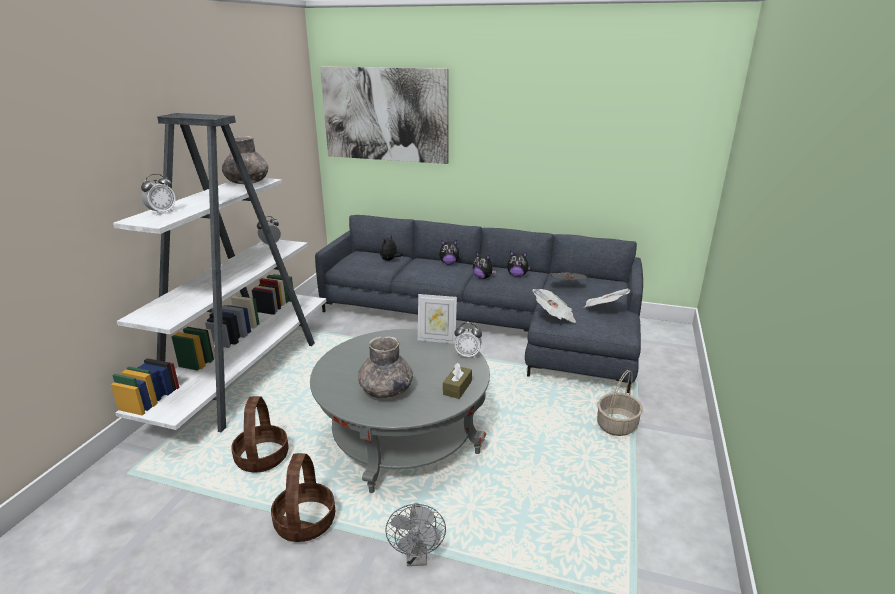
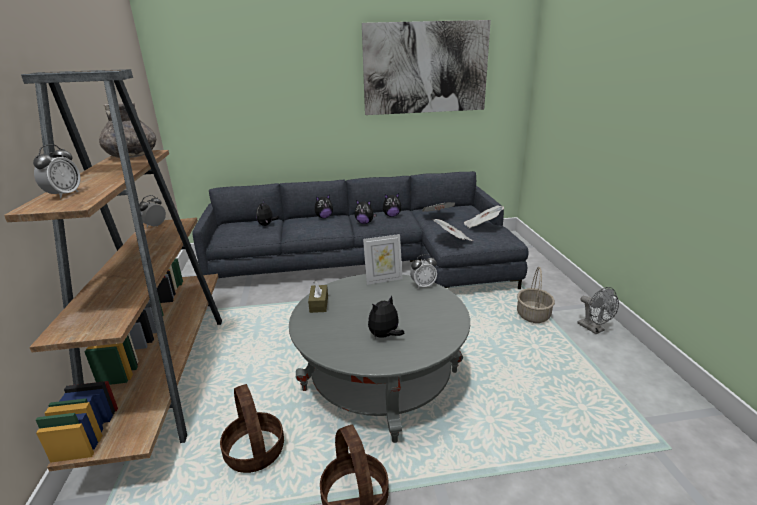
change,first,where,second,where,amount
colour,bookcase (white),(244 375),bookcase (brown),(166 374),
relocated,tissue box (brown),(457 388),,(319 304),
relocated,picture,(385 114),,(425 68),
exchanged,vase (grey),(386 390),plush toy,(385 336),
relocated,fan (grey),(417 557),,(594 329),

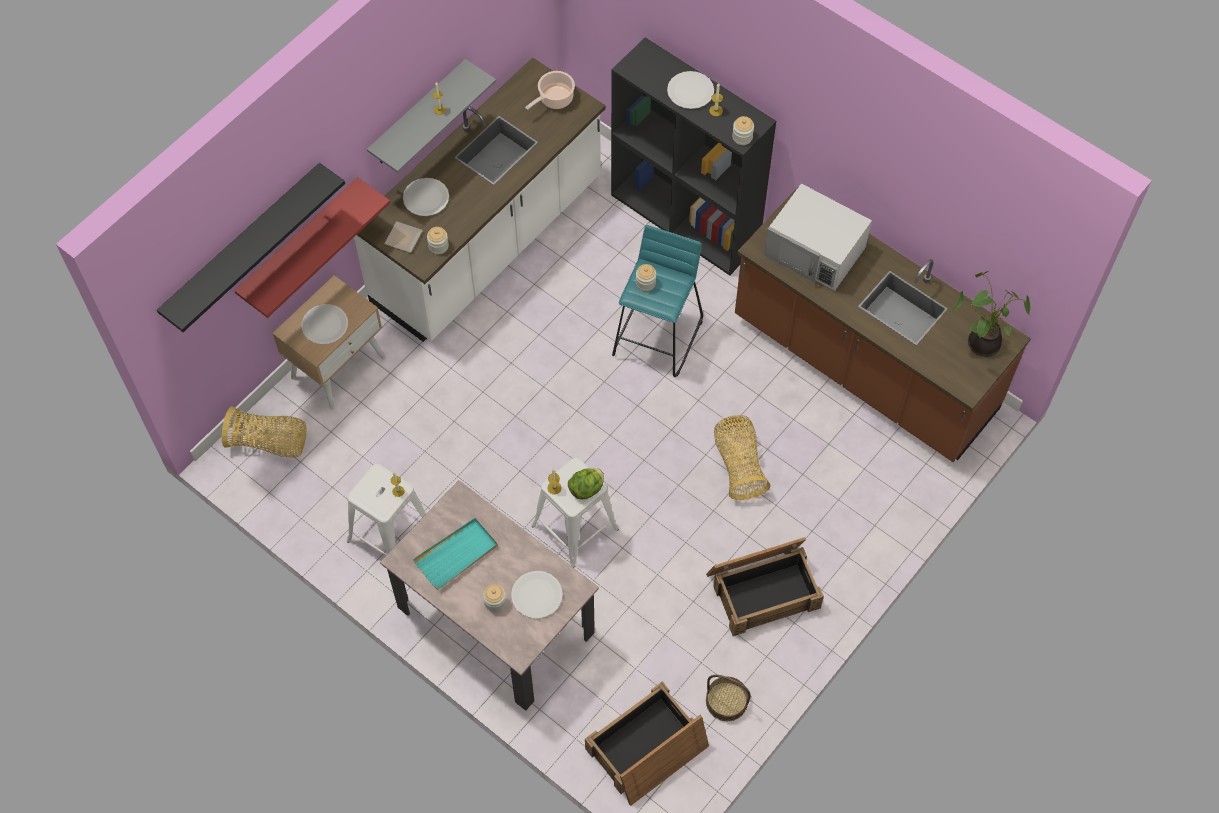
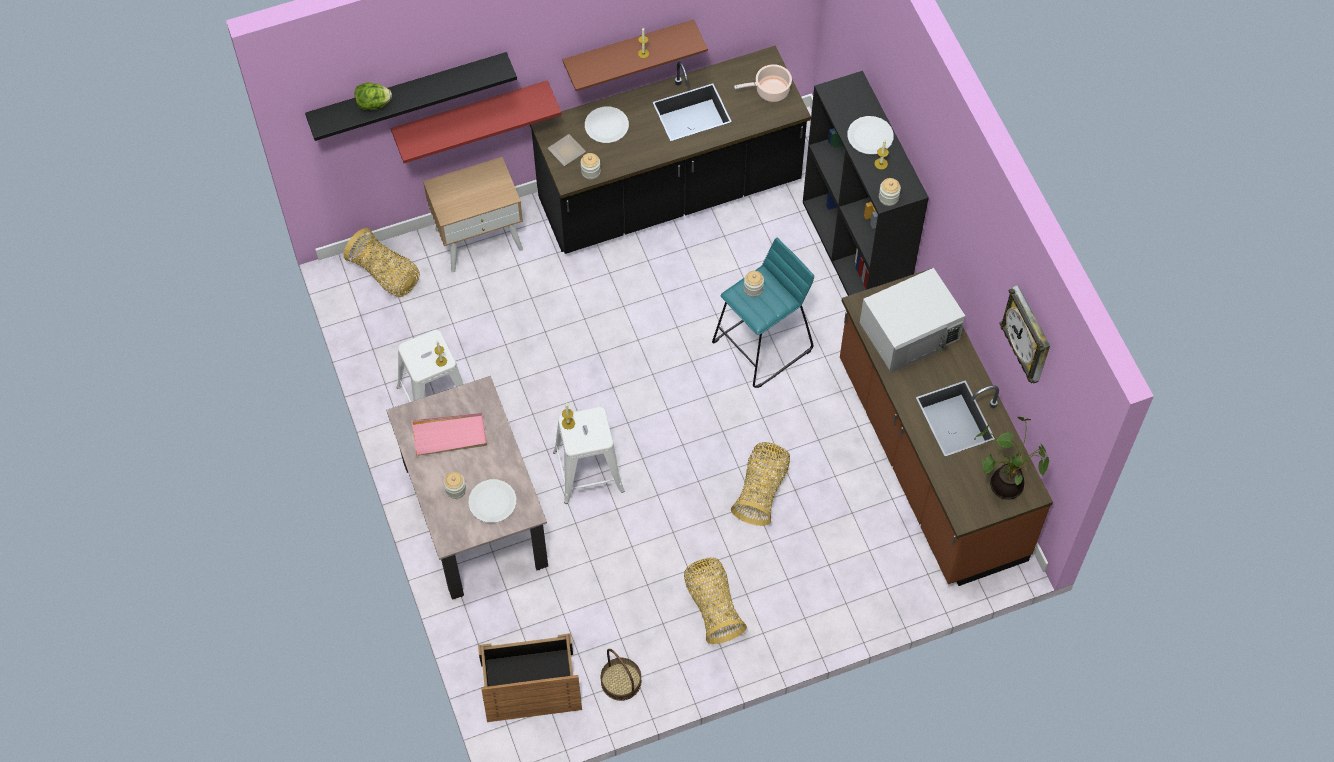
change,first,where,second,where,amount
relocated,lettuce,(587 489),,(374 104),
colour,tray (turquoise),(456 555),tray (pink),(449 435),
colour,counter (white),(488 242),counter (black),(670 193),
colour,shelf (grey),(418 114),shelf (brown),(628 50),
exchanged,crate,(763 589),basket,(713 606),
spun,microwave (white),(815 251),,(910 331),90 degrees counterclockwise
appeared,,,wall clock,(1028 336),
missing,plate (white),(325 325),,,

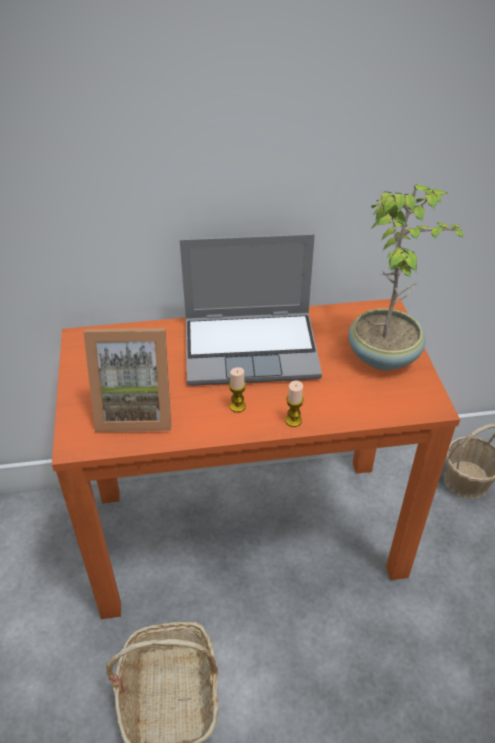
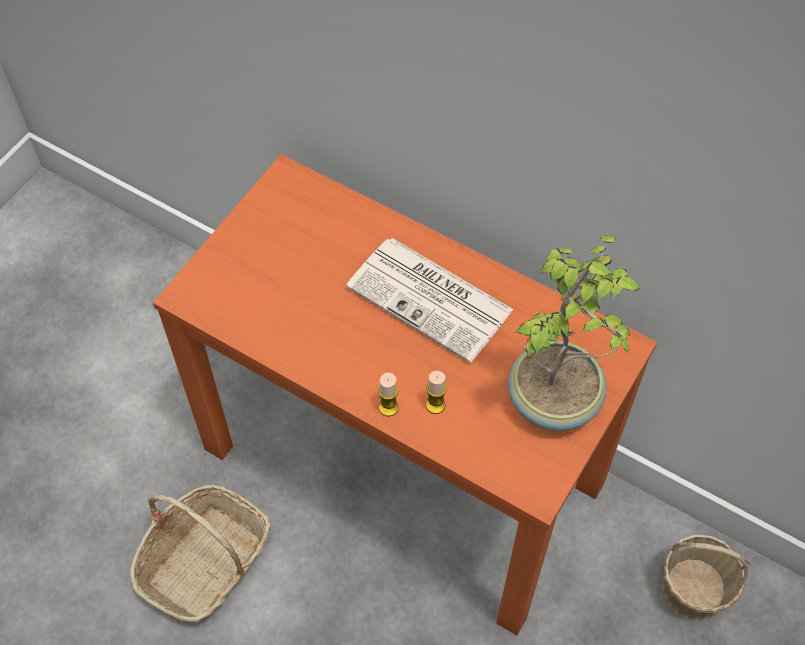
change,first,where,second,where,amount
exchanged,laptop,(252 348),newspaper,(432 299),
relocated,candle,(237 406),,(435 405),
missing,picture frame,(135 409),,,

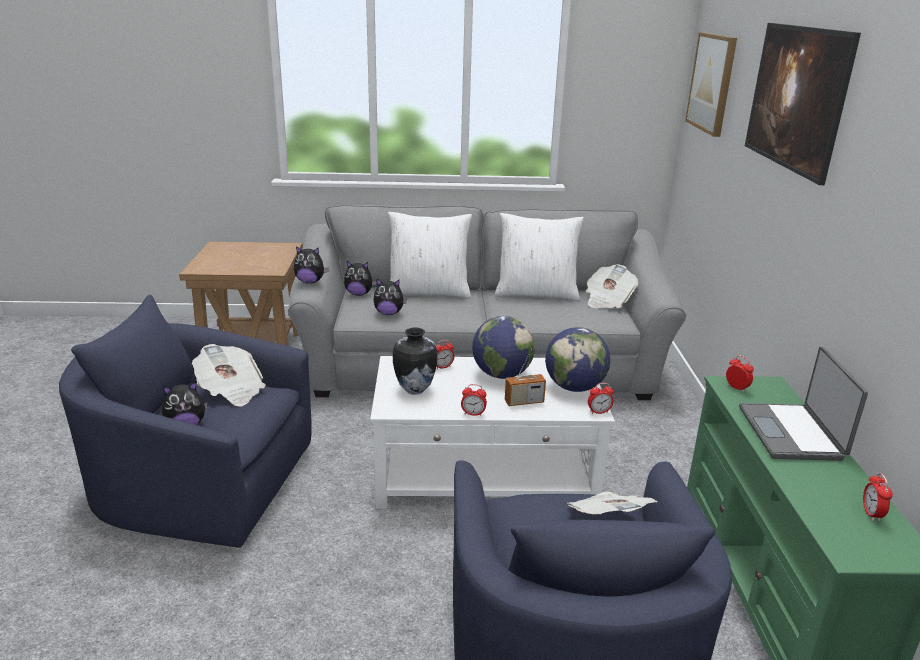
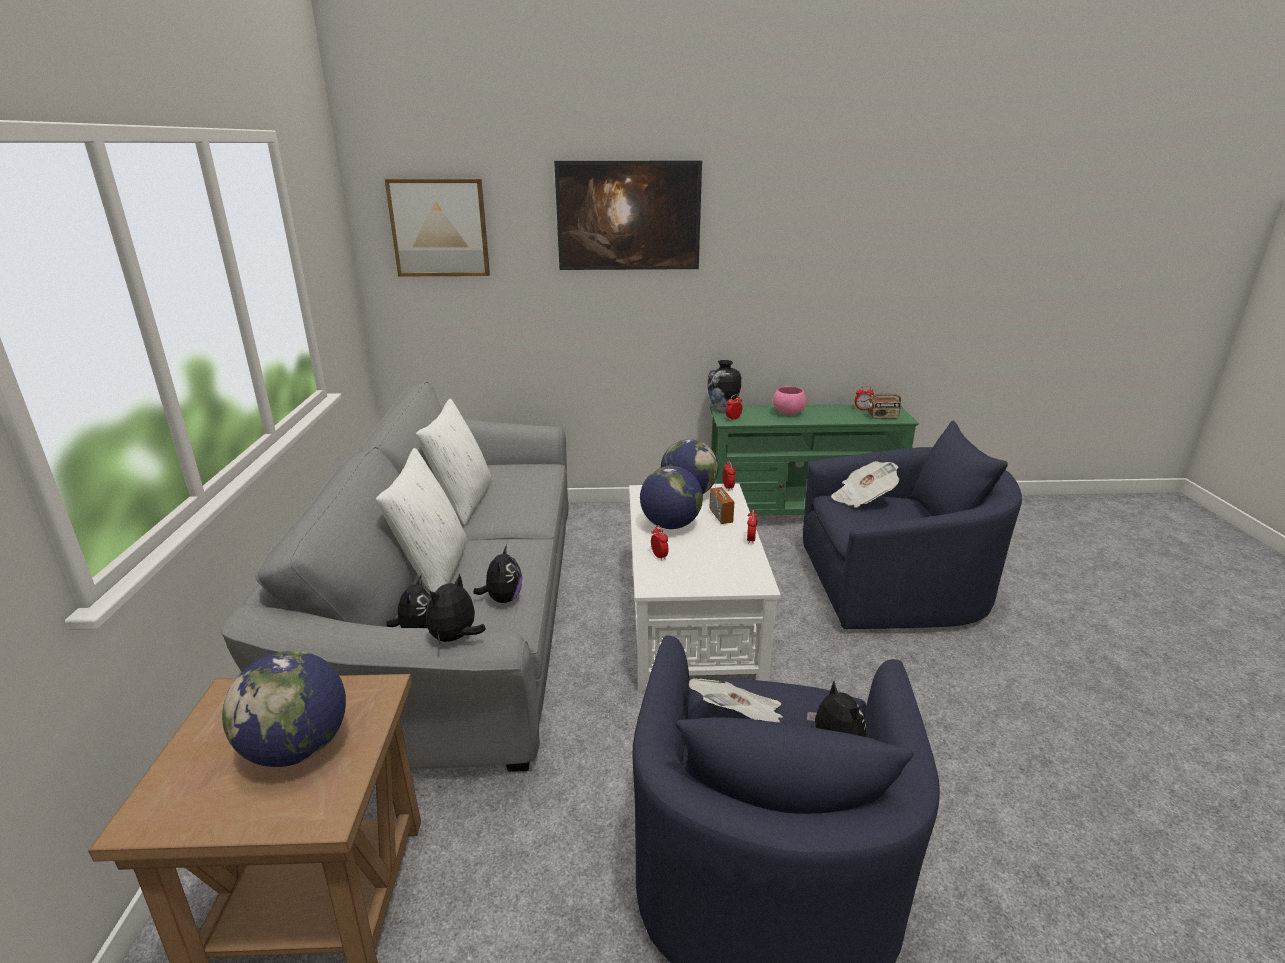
change,first,where,second,where,amount
appeared,,,globe,(297 748),
spun,plush toy,(310 282),,(455 638),150 degrees counterclockwise
relocated,vase,(414 389),,(722 409),
exchanged,laptop,(792 433),bowl (pink),(788 413),
appeared,,,radio,(883 417),
missing,newspaper,(607 300),,,

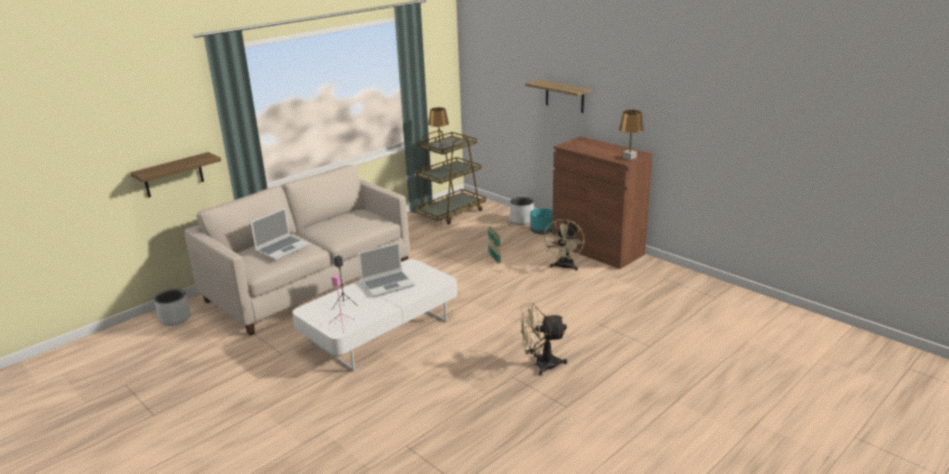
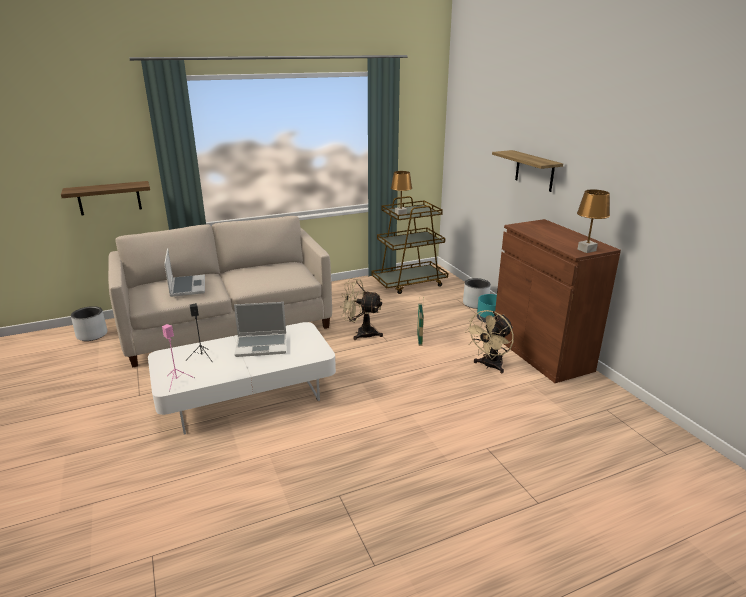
change,first,where,second,where,amount
spun,laptop,(282 248),,(187 286),75 degrees counterclockwise
relocated,fan (beige),(540 364),,(361 333),

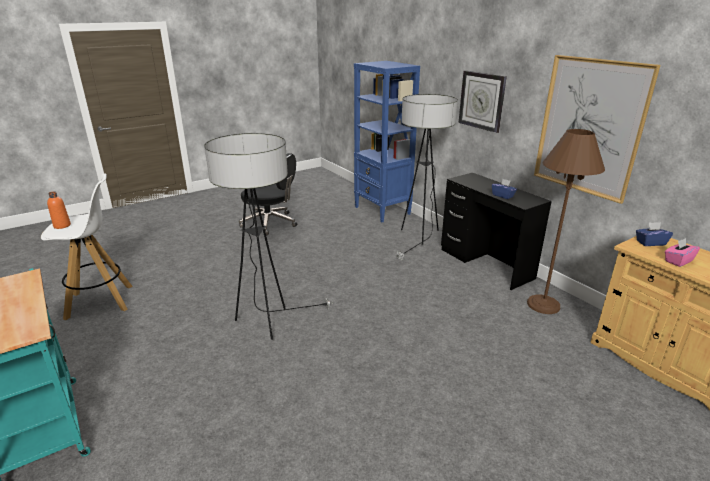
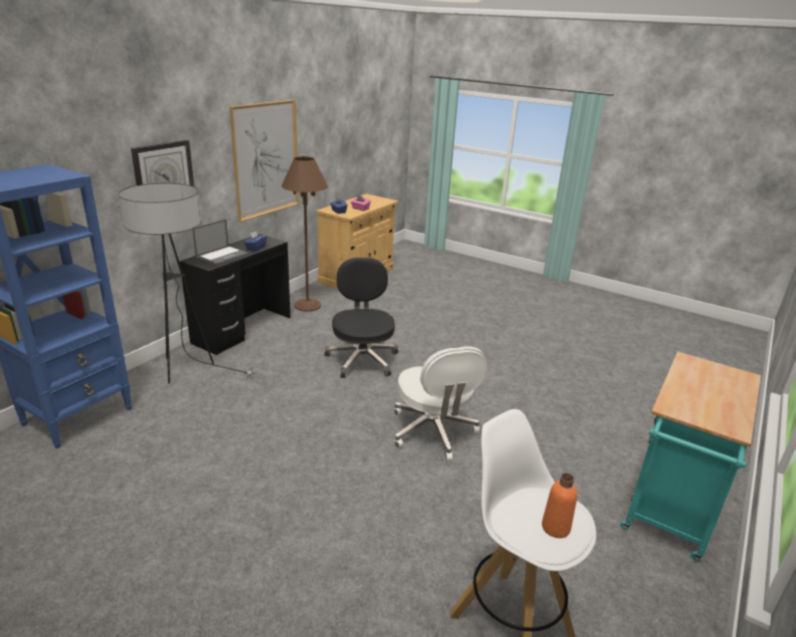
change,first,where,second,where,amount
appeared,,,laptop,(222 255),
relocated,office chair (black),(270 223),,(362 359),
exchanged,floor lamp,(267 325),office chair (white),(433 432),

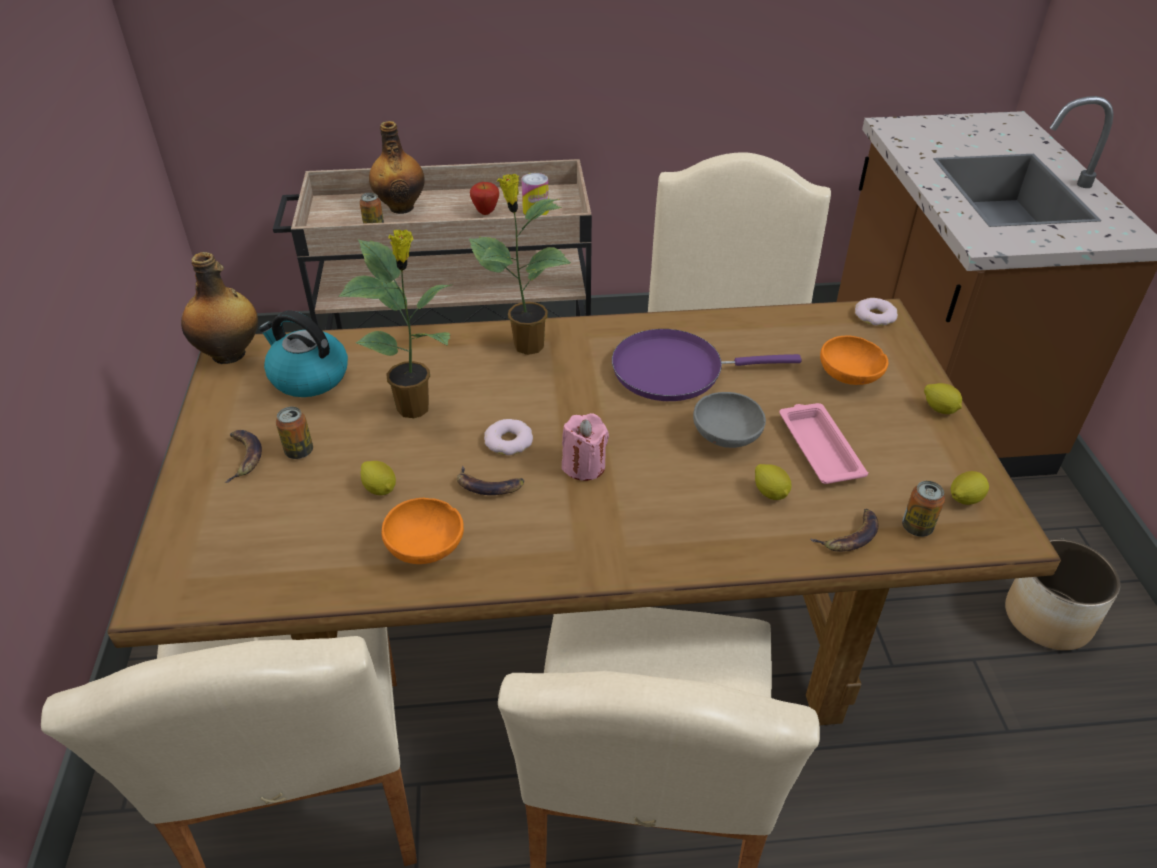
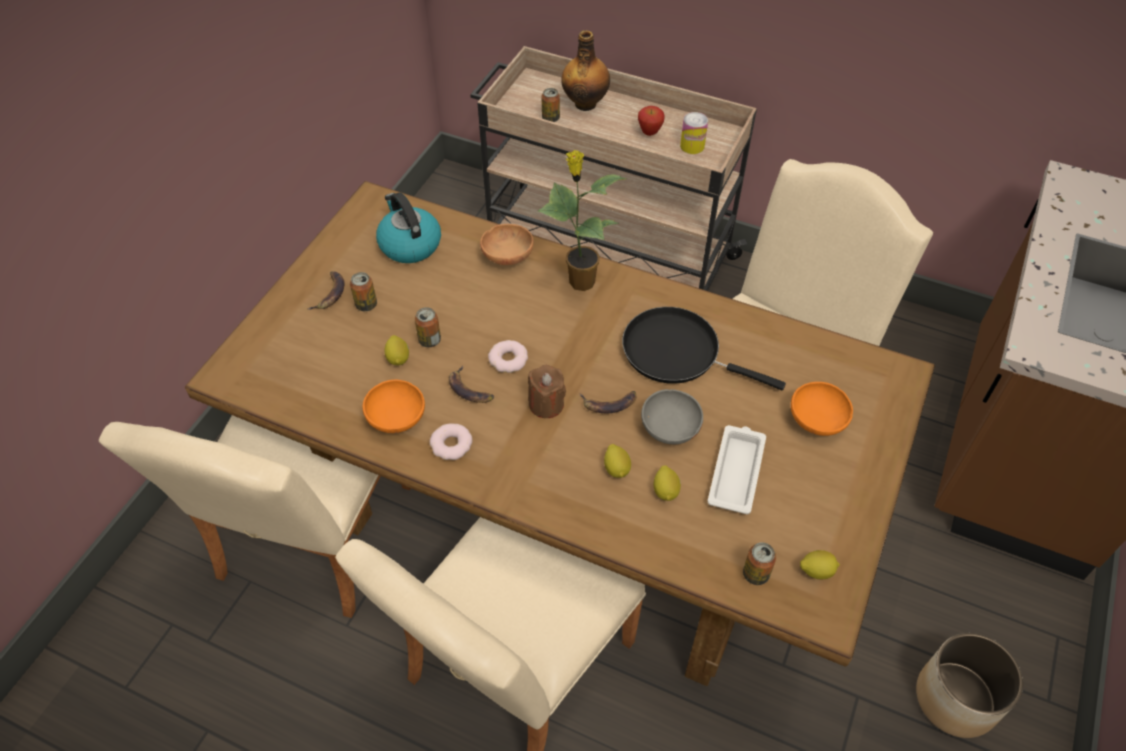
change,first,where,second,where,amount
appeared,,,can,(429 340),
relocated,donut,(875 316),,(451 444),
appeared,,,bowl (brown),(508 256),
colour,candle (pink),(584 466),candle (brown),(546 404),
relocated,banana,(850 535),,(609 403),
relocated,lemon,(939 409),,(617 468),
colour,frying pan (purple),(675 371),frying pan (black),(677 352),
colour,tray (pink),(819 447),tray (white),(736 471),
missing,bottle,(230 354),,,
missing,potted plant,(415 408),,,

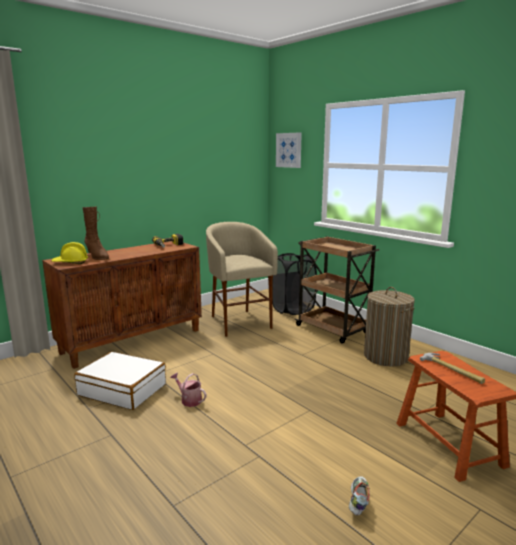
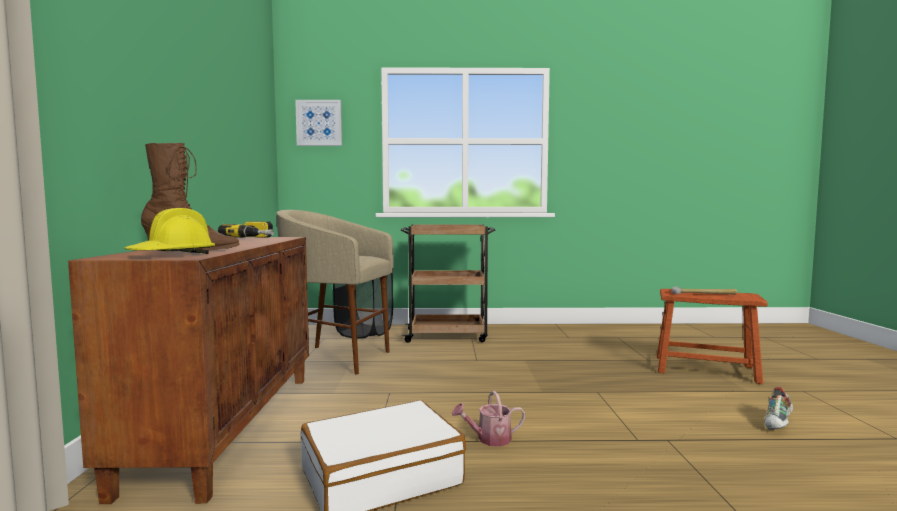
change,first,where,second,where,amount
spun,shoe,(358 502),,(778 424),105 degrees counterclockwise
missing,laundry basket,(385 356),,,

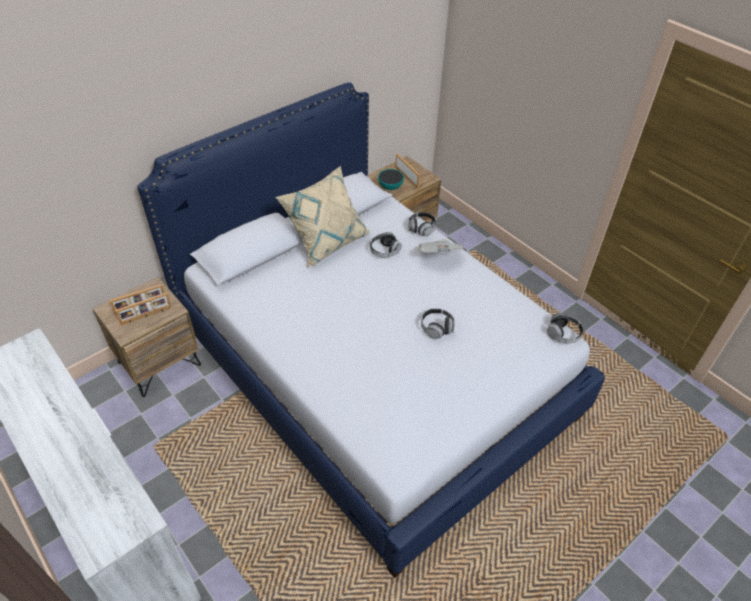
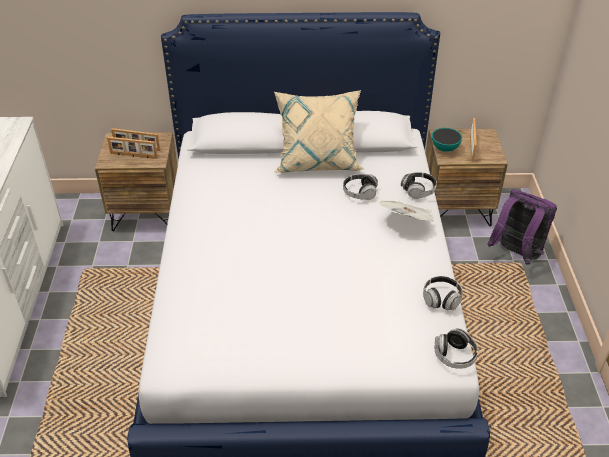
change,first,where,second,where,amount
relocated,headphones,(436 328),,(441 299),
appeared,,,backpack (purple),(516 254),

